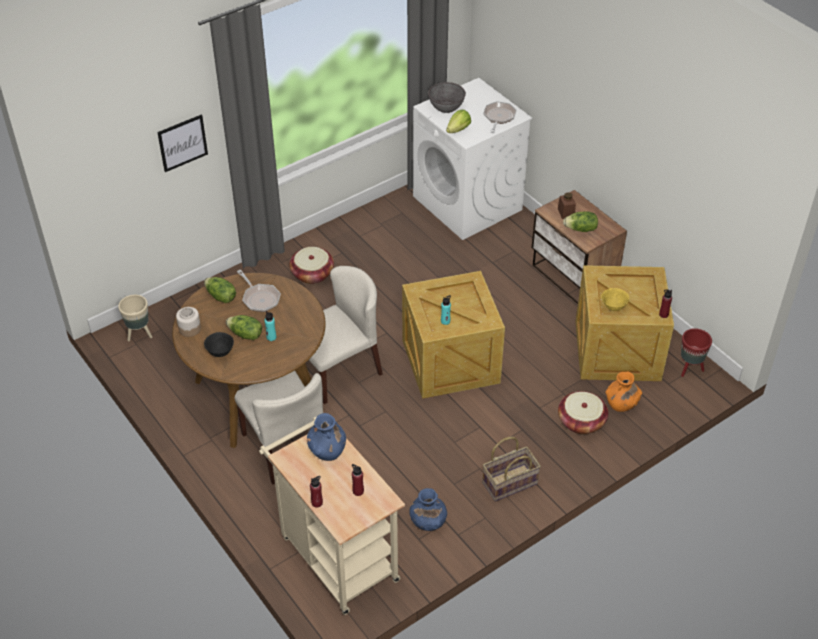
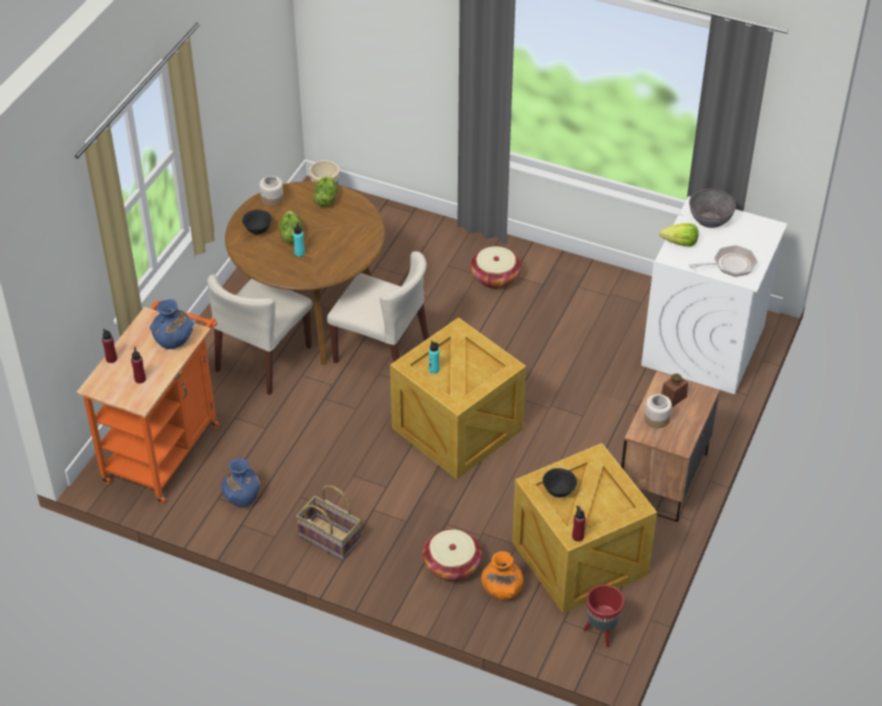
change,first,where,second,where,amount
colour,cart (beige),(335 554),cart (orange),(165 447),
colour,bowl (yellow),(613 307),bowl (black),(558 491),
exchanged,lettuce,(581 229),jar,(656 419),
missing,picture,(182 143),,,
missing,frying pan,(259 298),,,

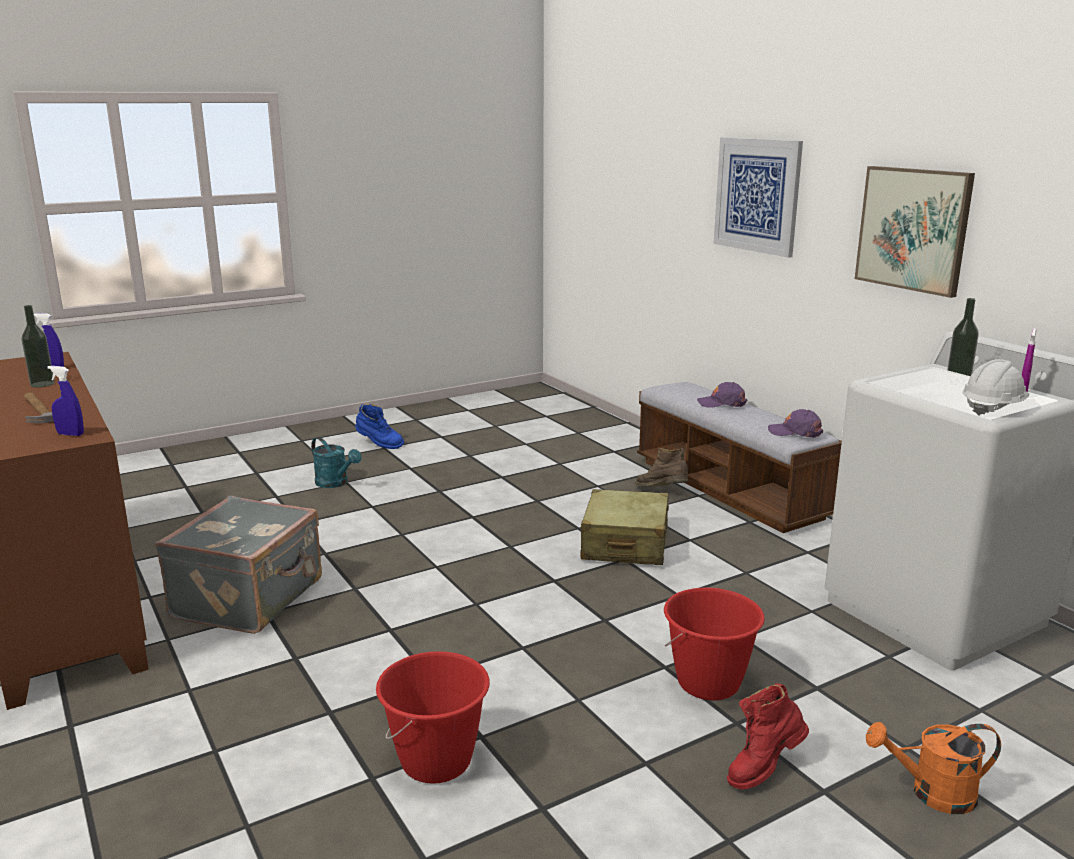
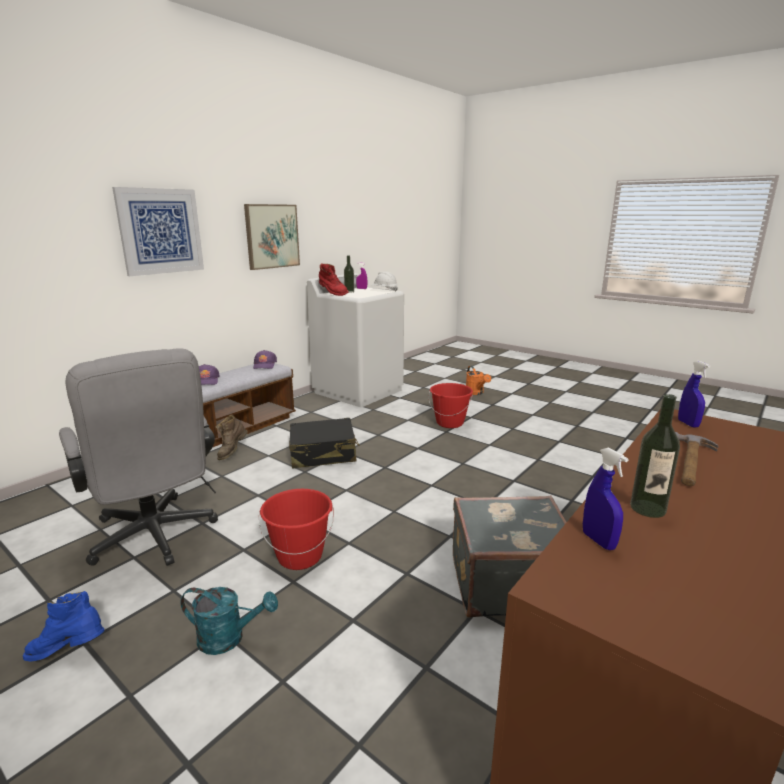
change,first,where,second,where,amount
spun,boot (blue),(379 445),,(69 652),90 degrees counterclockwise
appeared,,,office chair (grey),(155 539),
spun,watering can (turquoise),(336 483),,(229 638),75 degrees clockwise
relocated,bucket (red),(437 761),,(300 556),
colour,suitcase (beige),(625 544),suitcase (black),(323 454),
relocated,boot (red),(763 769),,(332 294),

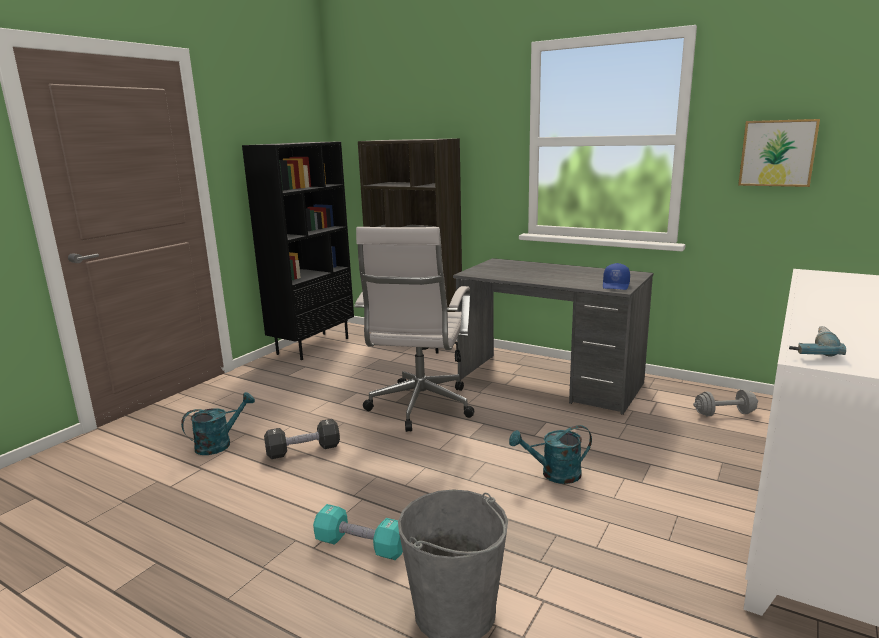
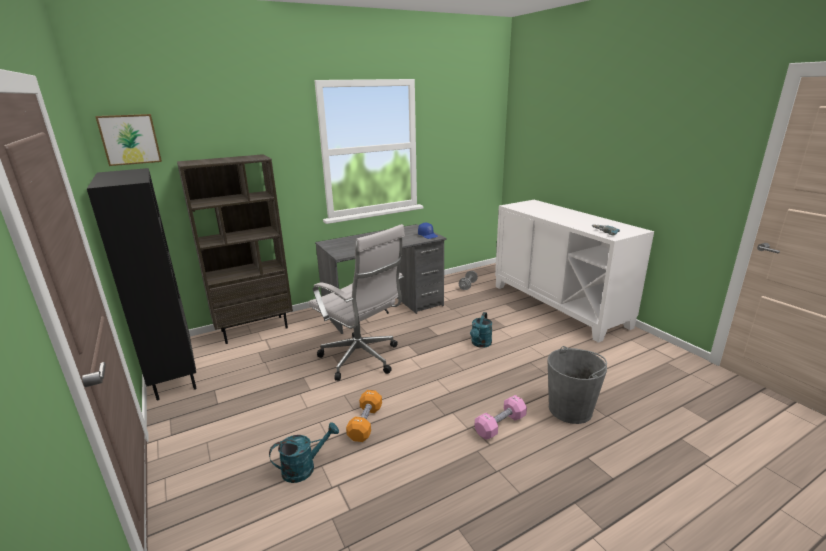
change,first,where,second,where,amount
relocated,picture,(777 153),,(130 139),
spun,watering can (turquoise),(219 444),,(304 467),75 degrees clockwise
colour,dumbbell (black),(303 450),dumbbell (orange),(365 423),
colour,dumbbell (turquoise),(361 546),dumbbell (pink),(500 425),

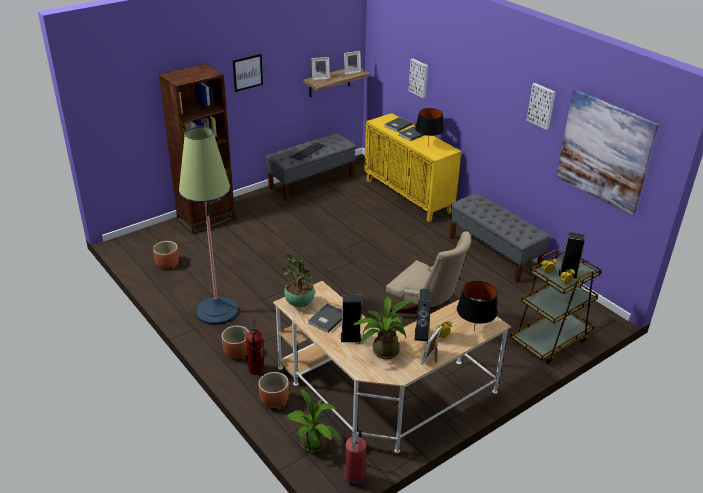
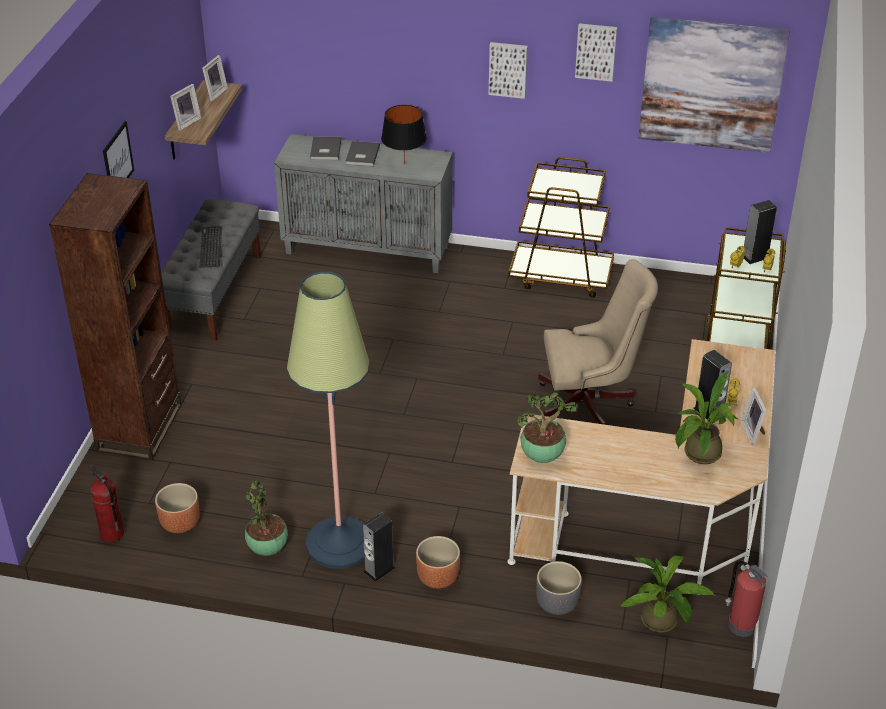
change,first,where,second,where,amount
relocated,fire extinguisher,(256 369),,(111 534),
appeared,,,potted plant,(268 549),
colour,cabinet (yellow),(408 196),cabinet (grey),(368 249),
relocated,speaker,(350 337),,(379 570),
relocated,picture,(419 78),,(508 69),
exchanged,bench (grey),(494 254),cart (brown),(561 276),
colour,planter (brown),(274 401),planter (grey),(556 604),
missing,book (grey),(326 319),,,
missing,table lamp (black),(474 330),,,

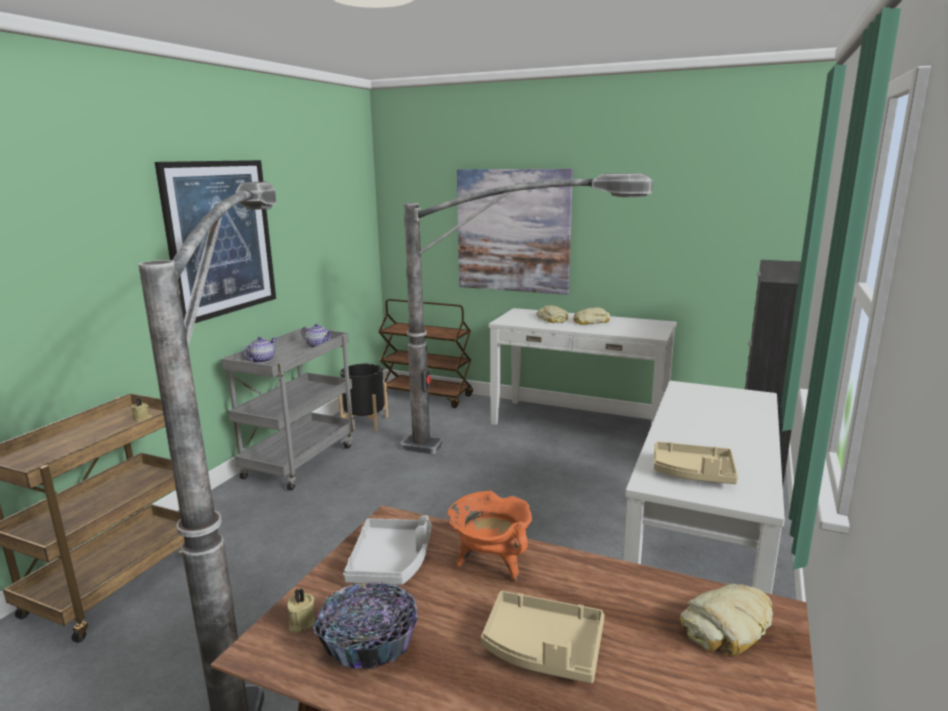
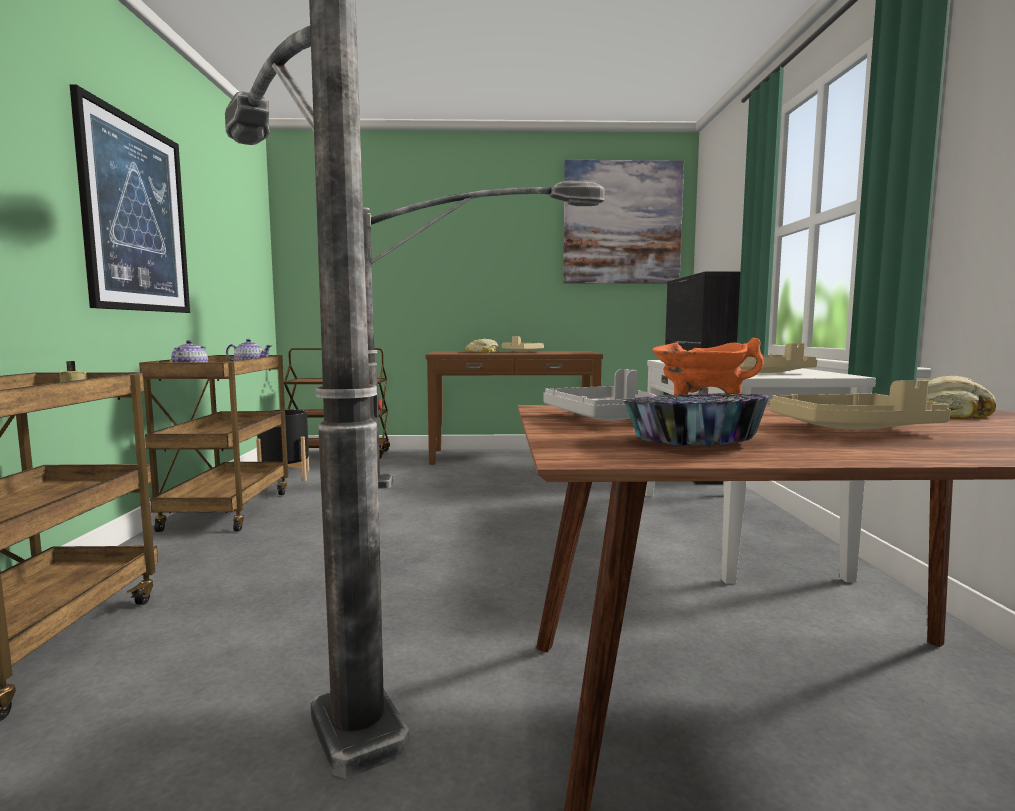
change,first,where,second,where,amount
colour,cart (grey),(300 460),cart (brown),(227 509),
colour,console table (white),(578 423),console table (brown),(513 456),
exchanged,bread,(591 321),tray (beige),(520 352),
relocated,picture,(513 231),,(622 223),
missing,candle (beige),(301 623),,,

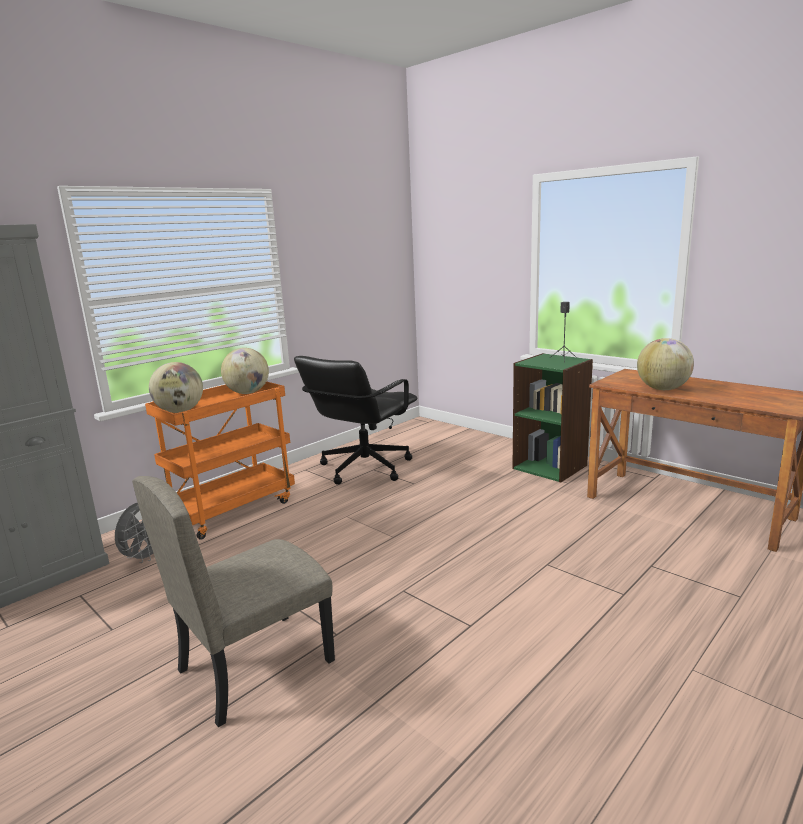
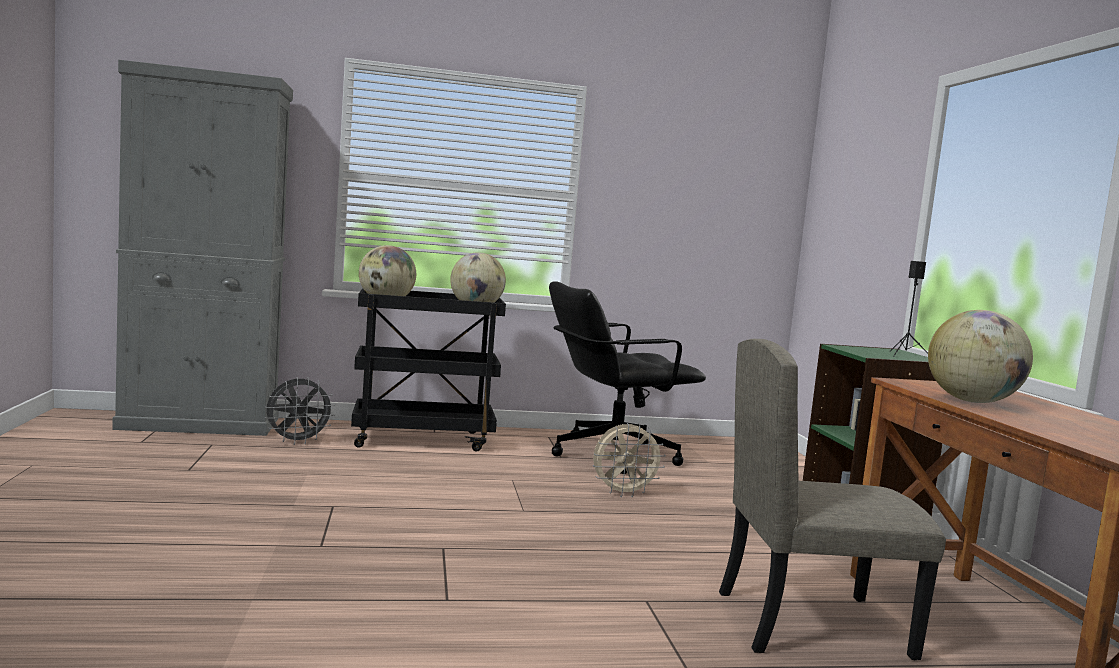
change,first,where,second,where,amount
colour,cart (orange),(233 509),cart (black),(424 439),
appeared,,,fan (beige),(623 493),
relocated,chair (beige),(255 665),,(811 623),

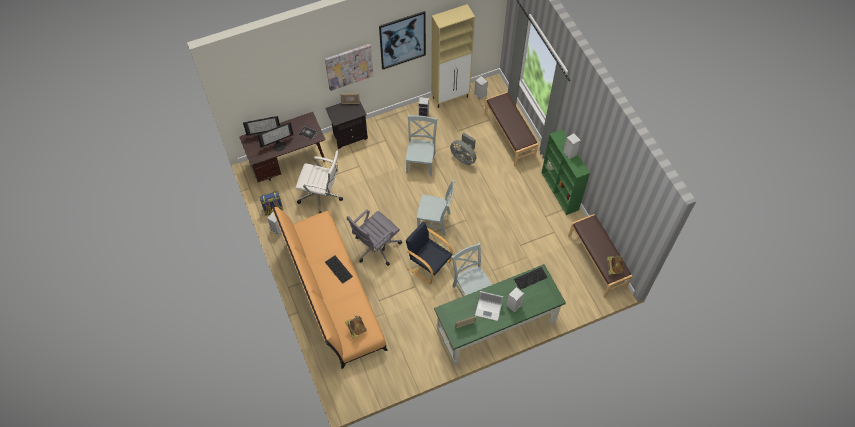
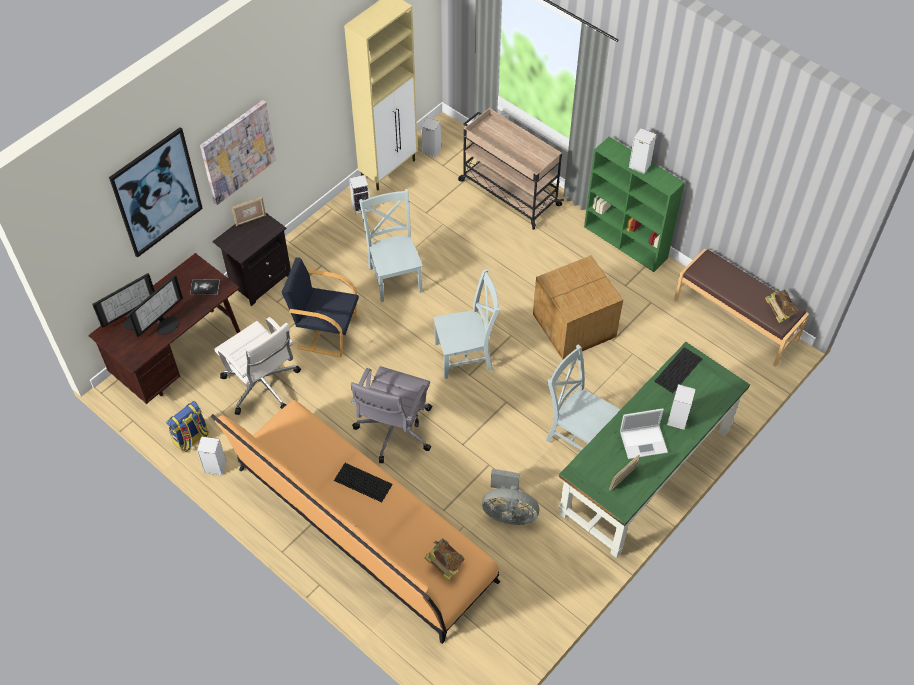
change,first,where,second,where,amount
relocated,picture,(402 40),,(157 192),
spun,office chair (white),(321 196),,(262 386),60 degrees clockwise
relocated,armchair (black),(429 264),,(326 331),
exchanged,bench (brown),(509 136),cart (beige),(508 192),
relocated,fan (grey),(464 157),,(508 513),
appeared,,,cardboard box,(575 326),

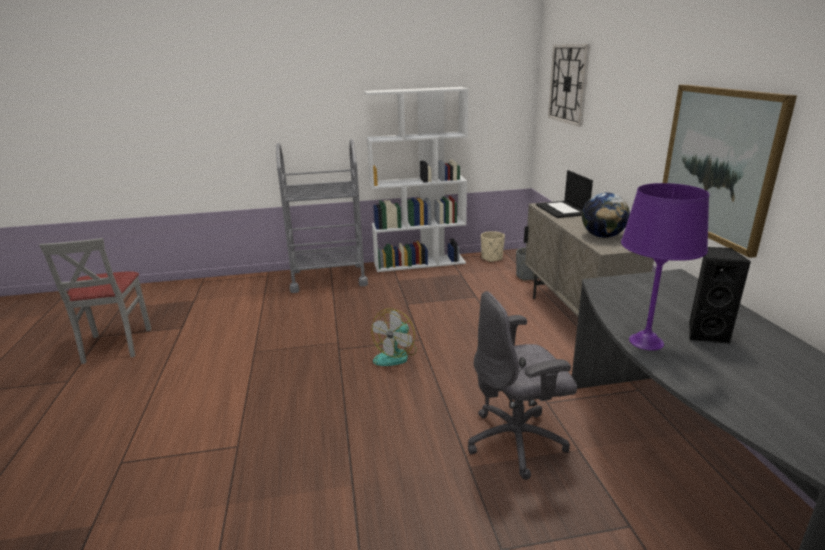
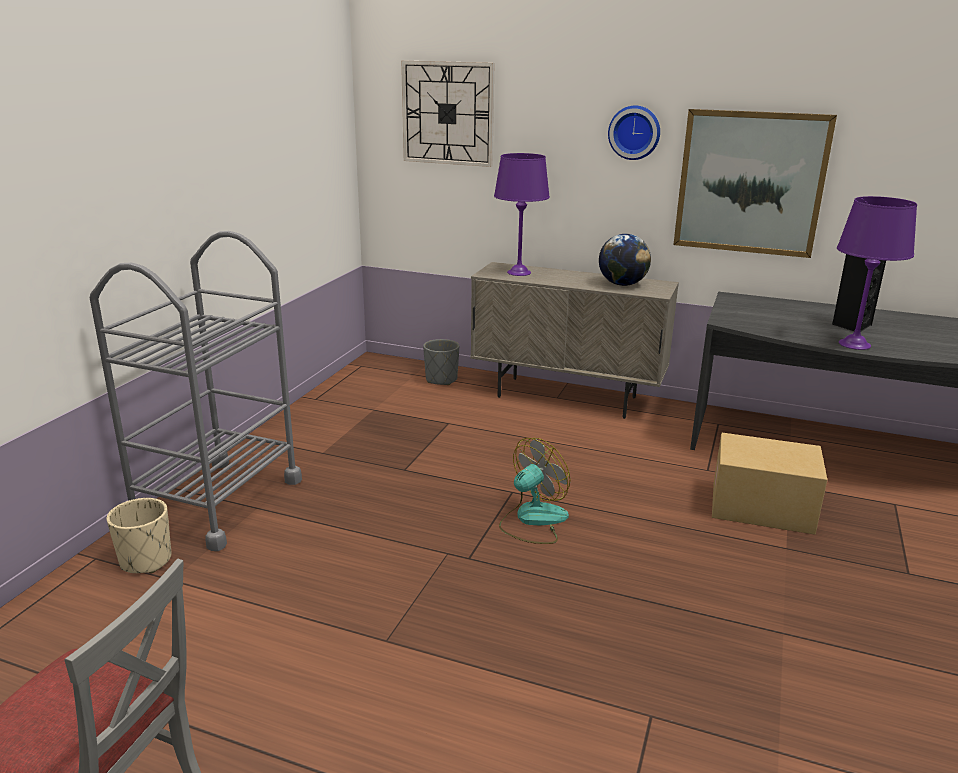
change,first,where,second,where,amount
relocated,planter (beige),(492 258),,(146 561),
exchanged,laptop,(562 210),table lamp (purple),(519 272),
spun,fan,(396 355),,(532 520),105 degrees counterclockwise
appeared,,,wall clock,(634 132),
exchanged,office chair (grey),(517 441),cardboard box,(760 508),
missing,bookcase (white),(420 263),,,

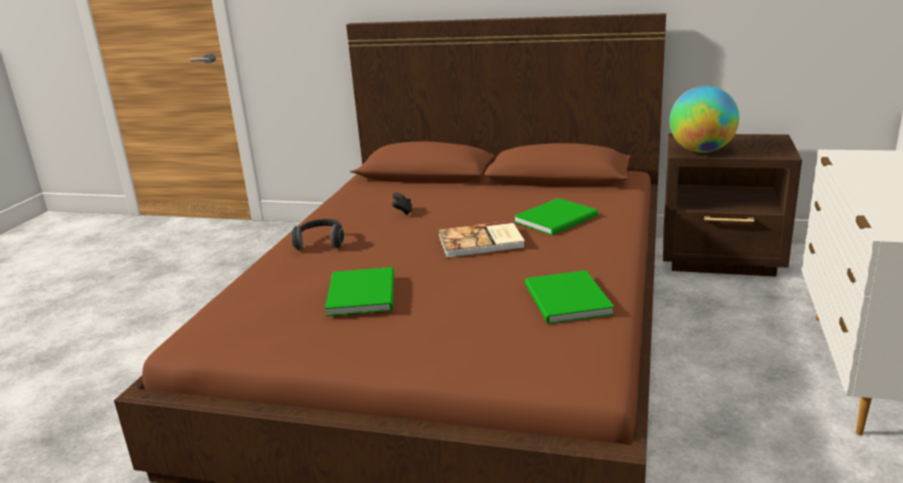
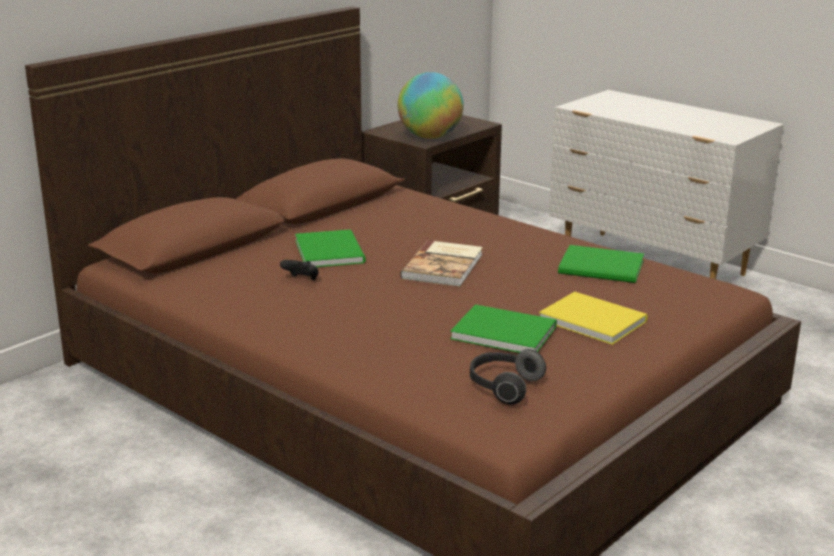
change,first,where,second,where,amount
relocated,book (green),(558 218),,(331 250),
relocated,headphones,(321 243),,(503 387),
appeared,,,book (yellow),(591 319),

